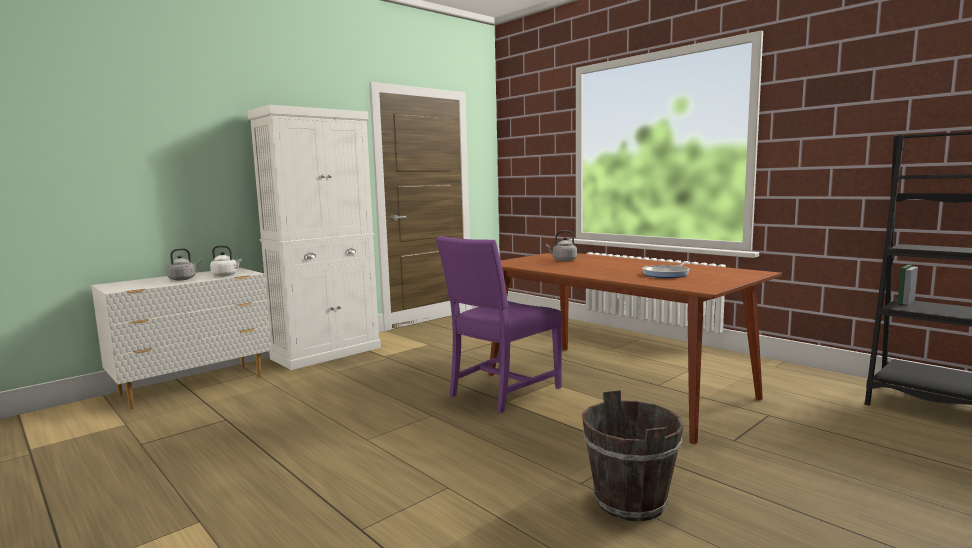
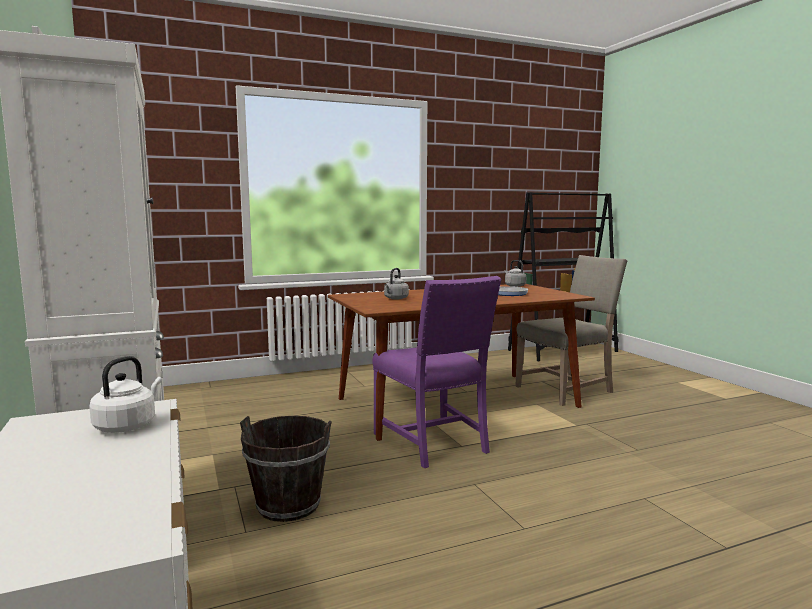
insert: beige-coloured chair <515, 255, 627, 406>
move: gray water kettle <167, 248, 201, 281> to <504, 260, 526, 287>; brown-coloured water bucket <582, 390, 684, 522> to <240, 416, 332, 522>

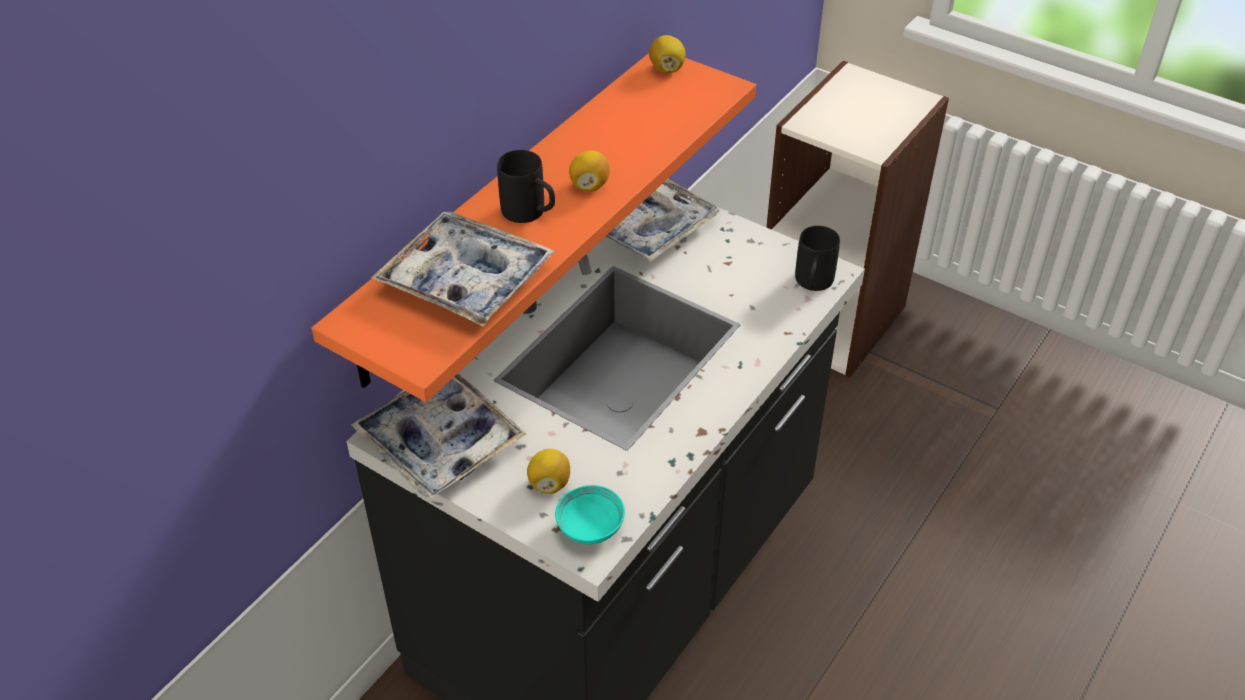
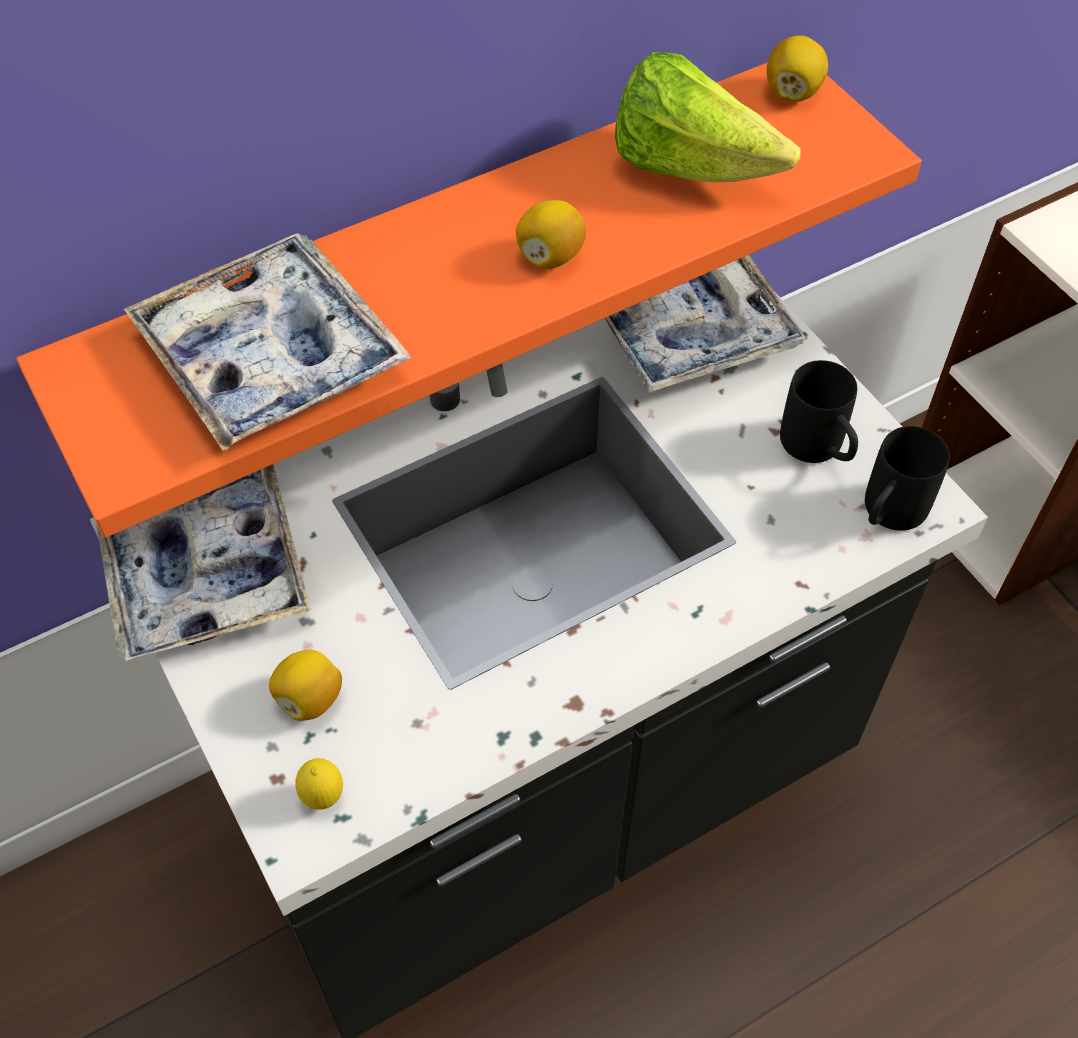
insert: head of lettuce <615, 52, 801, 182>
move: black tea mug <497, 150, 555, 223> to <780, 360, 858, 463>
replace: turquoise serving bowl <555, 485, 625, 545> to citrus fruit <295, 758, 343, 810>

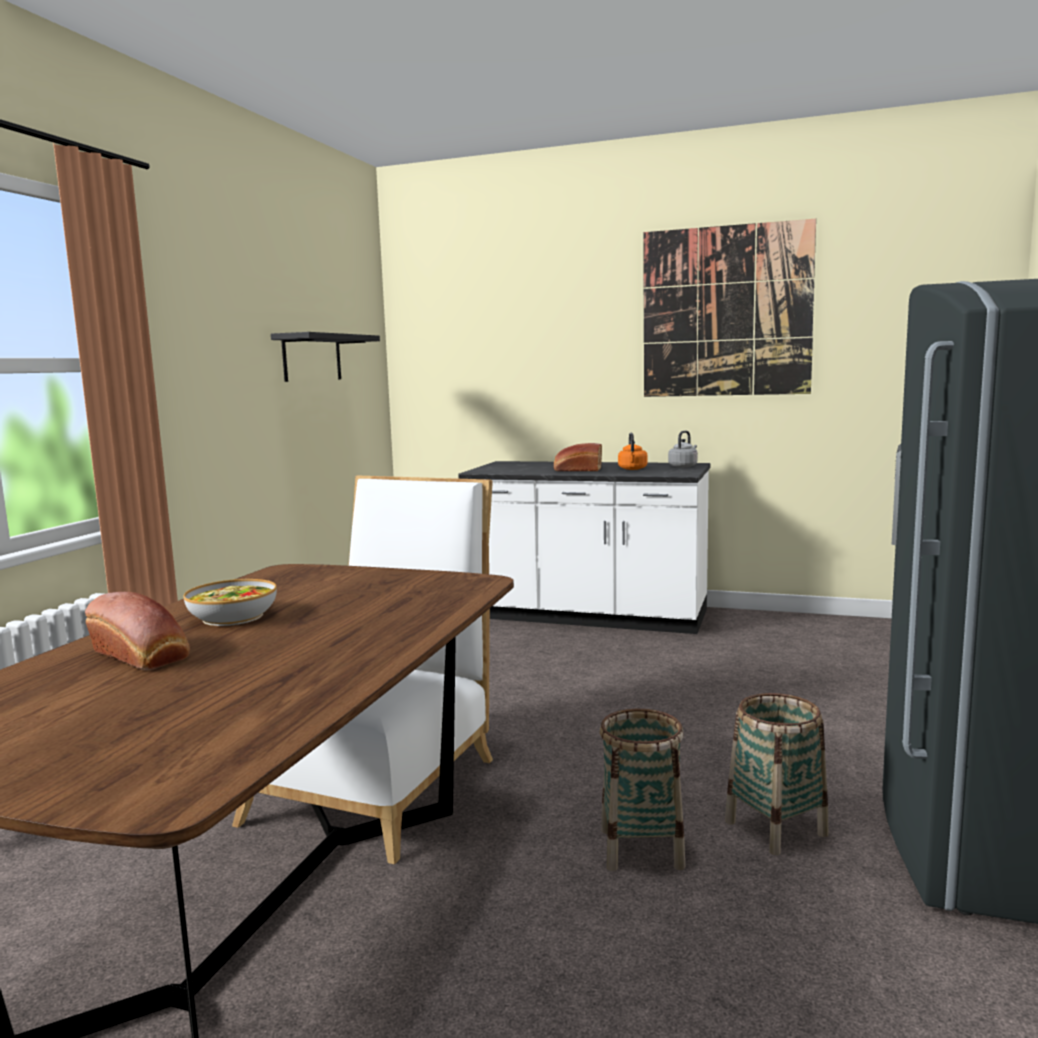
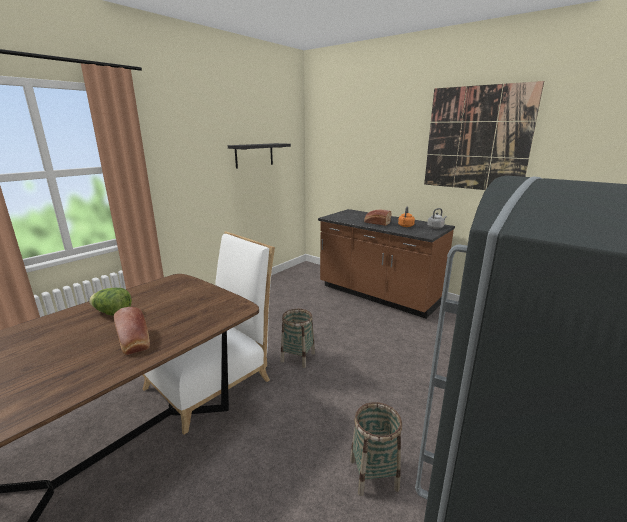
move: bread <85, 592, 190, 670> to <114, 307, 150, 355>; storage basket <600, 709, 685, 871> to <281, 309, 315, 368>
replace: serving bowl <183, 579, 277, 626> to head of lettuce <89, 288, 132, 315>
recolor: whitish counter <458, 461, 710, 634> to brown-coloured counter <318, 209, 455, 319>

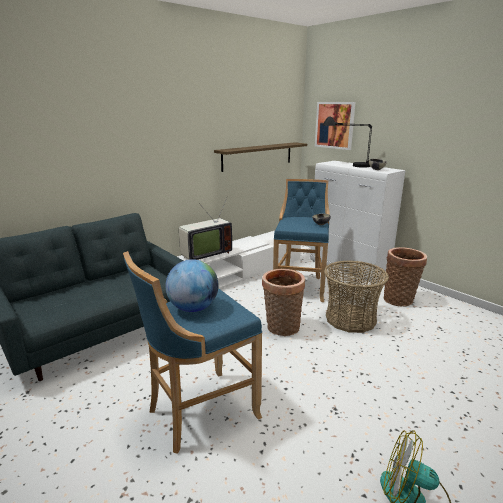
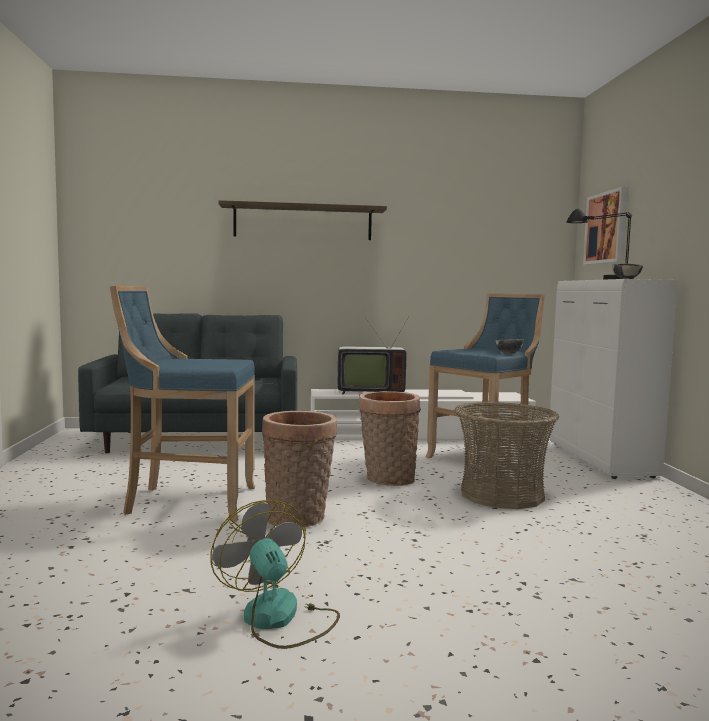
delete: globe <166, 259, 219, 312>
move: wall shelf <214, 142, 307, 172> to <218, 200, 387, 240>; storage basket <384, 247, 427, 307> to <262, 411, 337, 528>

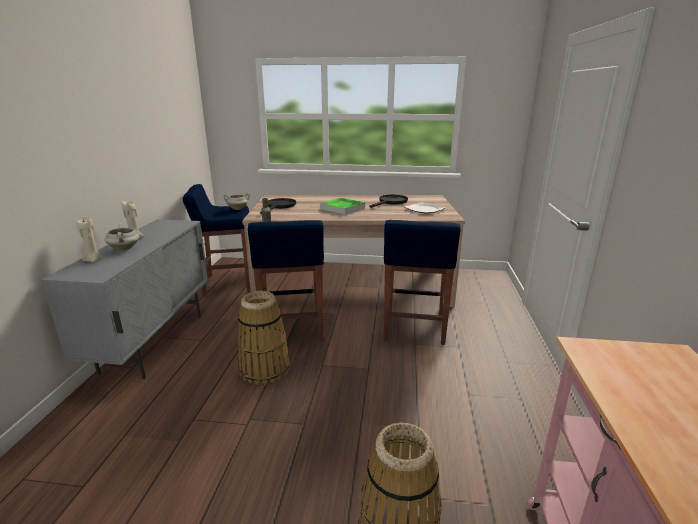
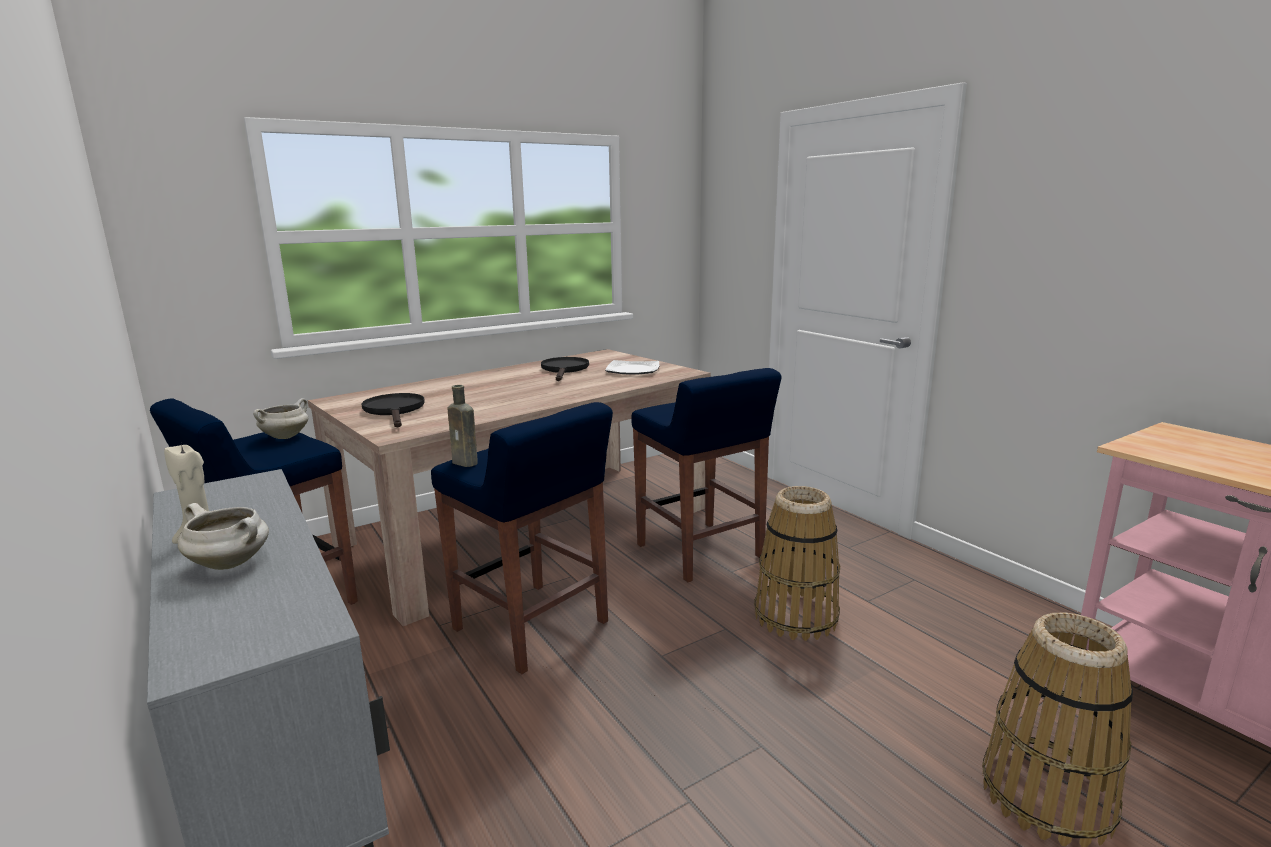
delete: beige-coloured candle <76, 216, 102, 262>; serving tray <320, 198, 365, 215>
move: storage basket <237, 291, 290, 385> to <754, 486, 840, 641>

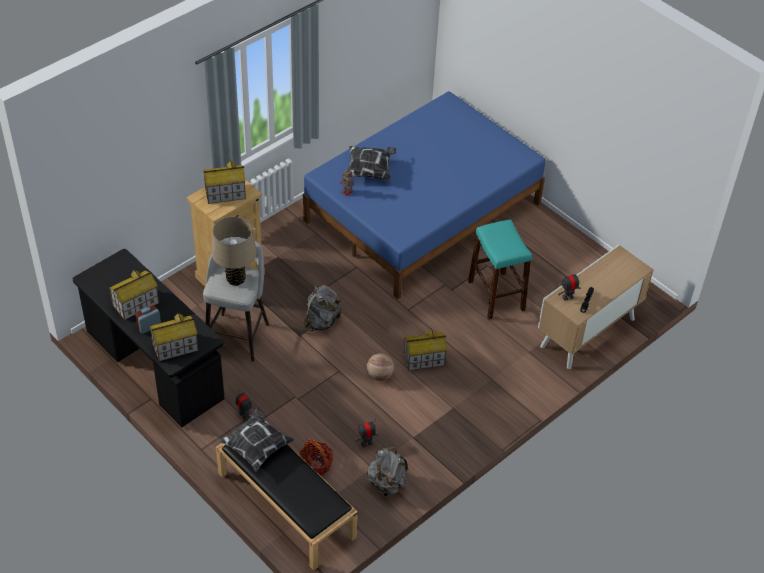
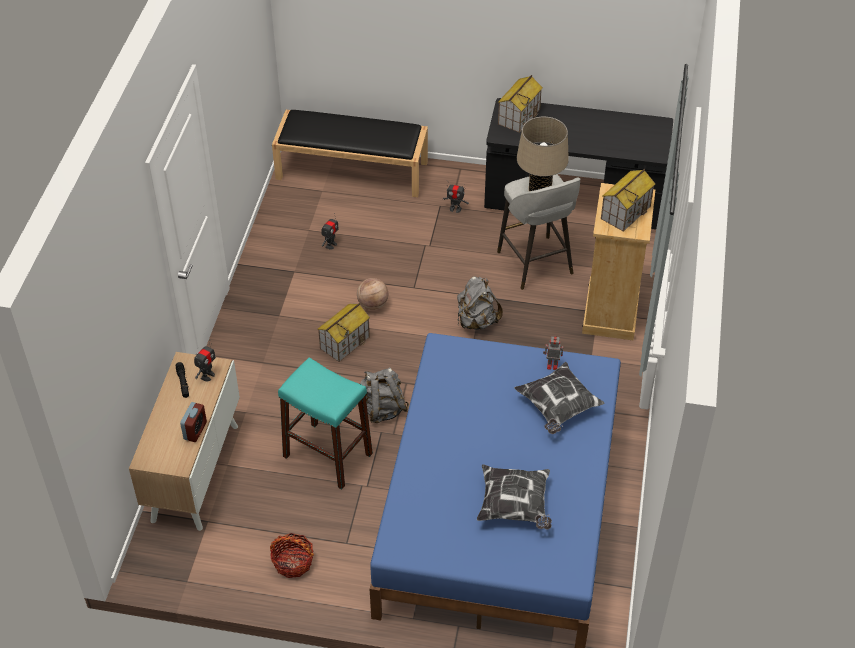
delete: toy house <109, 269, 159, 320>
move: bedside clock <135, 305, 161, 334> to <180, 402, 207, 442>; throw pillow <219, 407, 294, 471> to <477, 464, 552, 529>; storage basket <300, 439, 333, 476> to <270, 533, 314, 578>; gray knapsack <367, 447, 408, 496> to <359, 368, 409, 423>

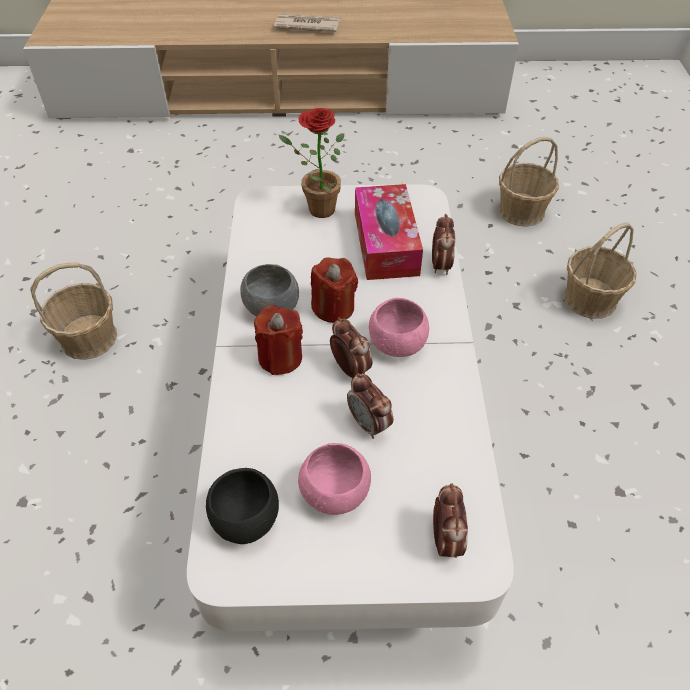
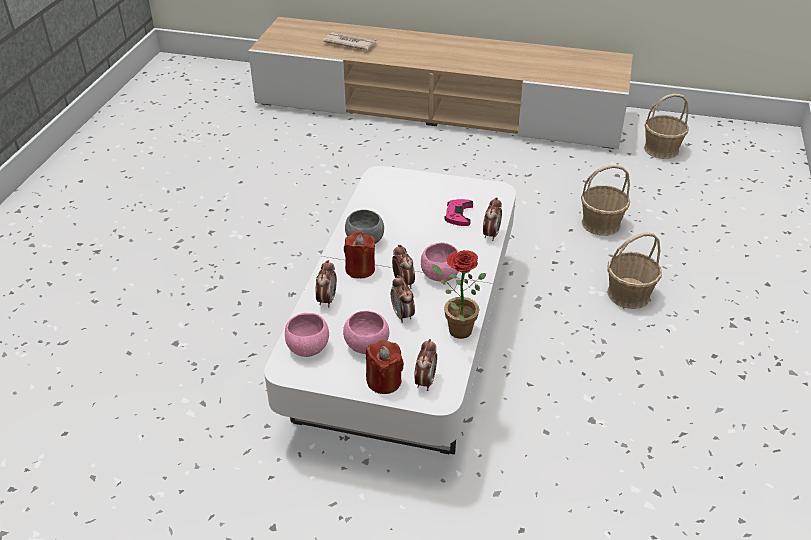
insert: bedside clock <315, 260, 337, 308>
move: storage basket <30, 263, 117, 360> to <644, 94, 689, 159>; newspaper <274, 13, 341, 32> to <323, 32, 377, 50>; potted plant <279, 108, 344, 218> to <432, 250, 486, 339>; red candle <311, 257, 358, 323> to <366, 340, 404, 394>
replace: box of tissues <355, 184, 423, 280> to pink-coloured gamepad <444, 199, 473, 226>
recolor: black serving bowl <206, 468, 279, 544> to pink-coloured serving bowl <285, 313, 329, 357>

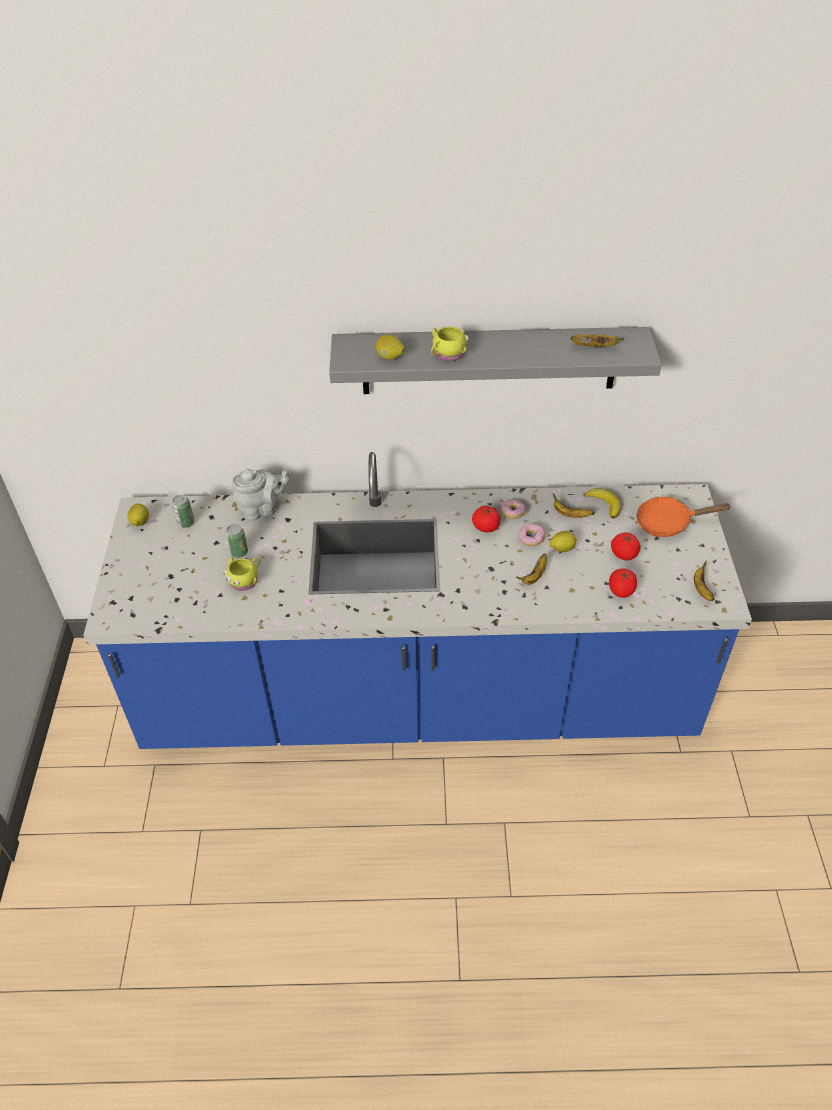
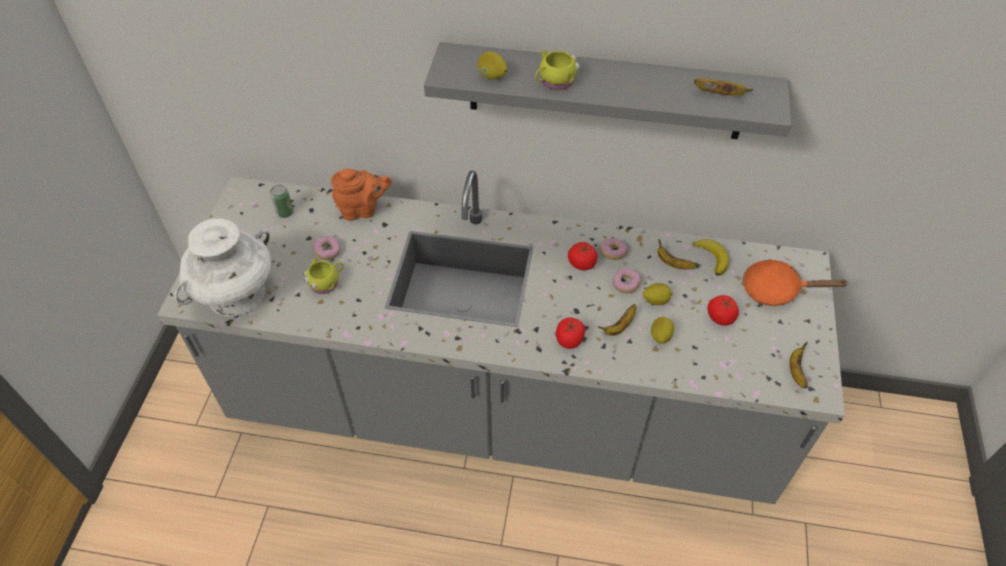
insert: whitish vase <174, 218, 271, 316>
move: citrus fruit <127, 504, 149, 526> to <651, 317, 674, 344>; tomato <609, 569, 637, 598> to <556, 317, 585, 349>
replace: can <226, 524, 248, 558> to doughnut <313, 236, 341, 260>
recolor: blue counter <83, 452, 752, 749> to gray counter <157, 170, 845, 504>; gray teapot <232, 469, 290, 521> to orange-coloured teapot <331, 168, 392, 220>

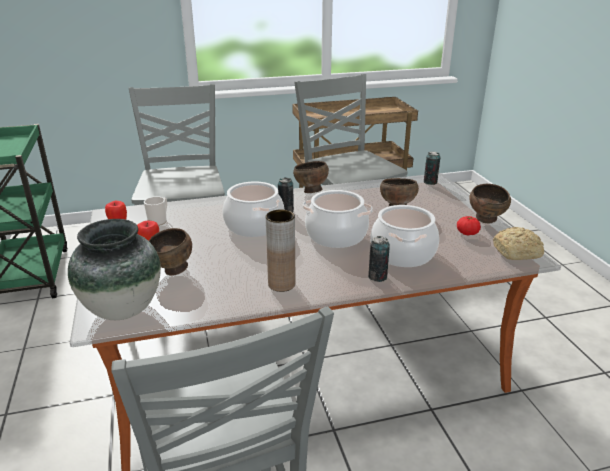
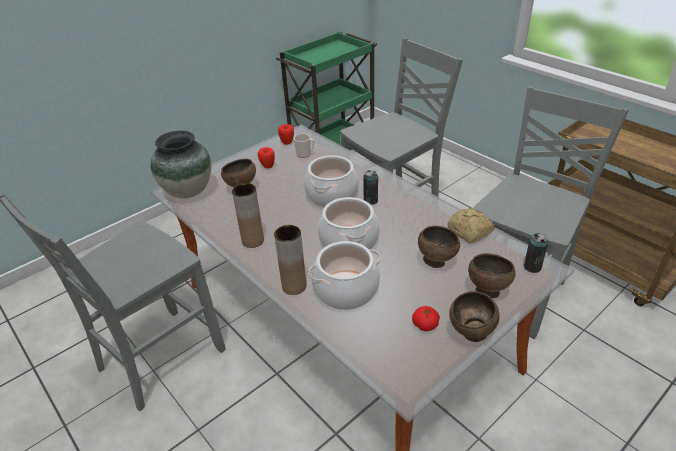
move: brown-coloured serving bowl <293, 161, 329, 193> to <468, 253, 516, 298>; bread <493, 227, 544, 260> to <448, 208, 495, 243>
replace: can <368, 236, 390, 282> to brown-coloured vase <274, 225, 306, 295>

